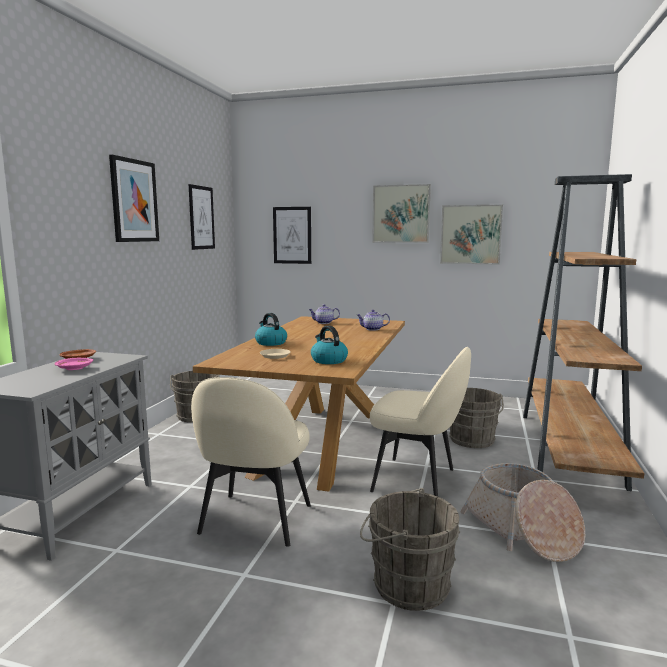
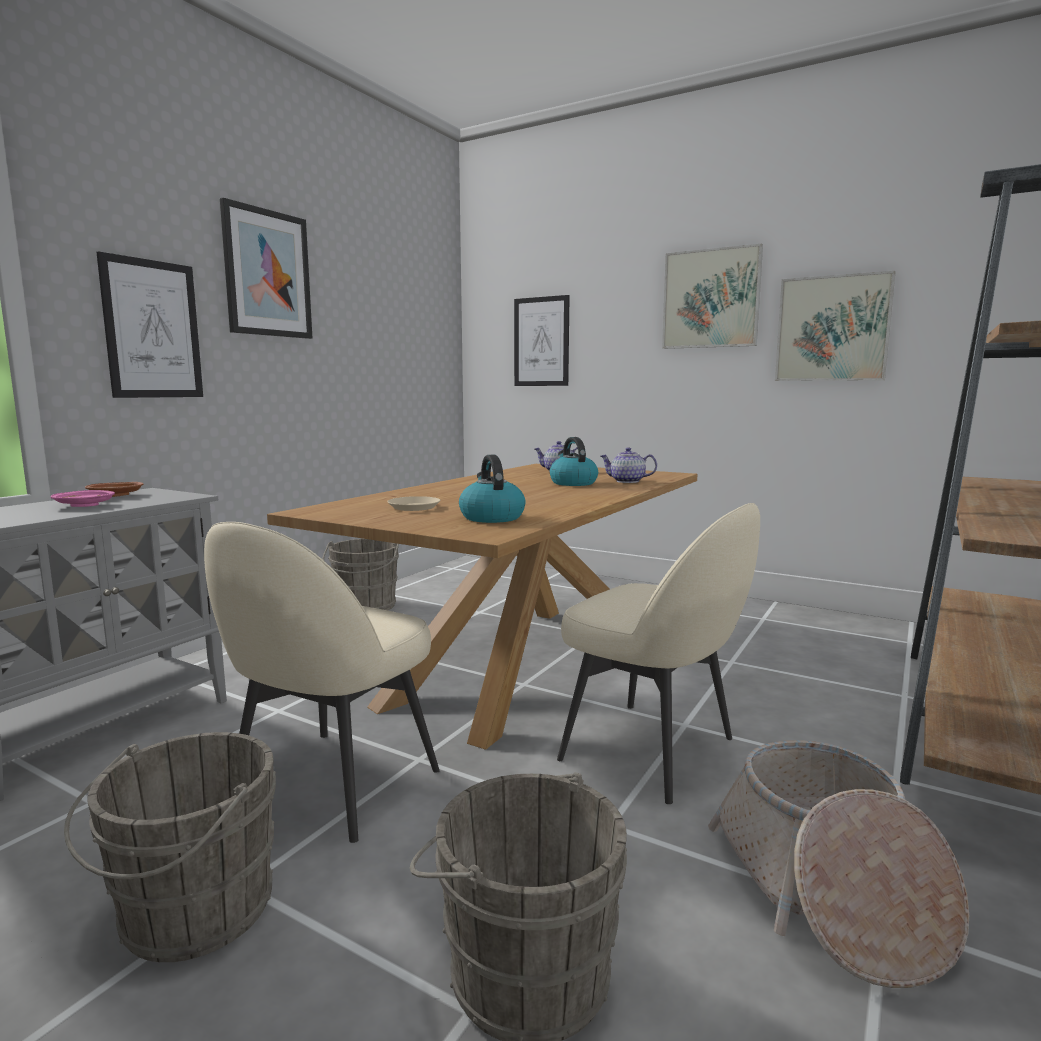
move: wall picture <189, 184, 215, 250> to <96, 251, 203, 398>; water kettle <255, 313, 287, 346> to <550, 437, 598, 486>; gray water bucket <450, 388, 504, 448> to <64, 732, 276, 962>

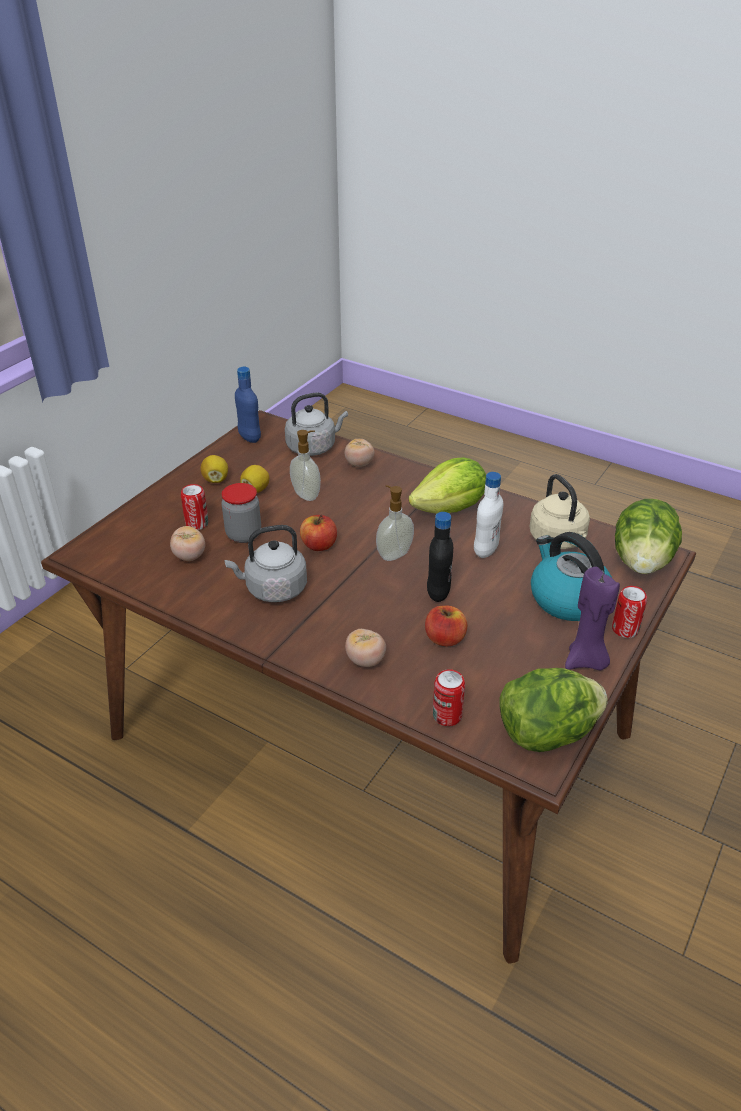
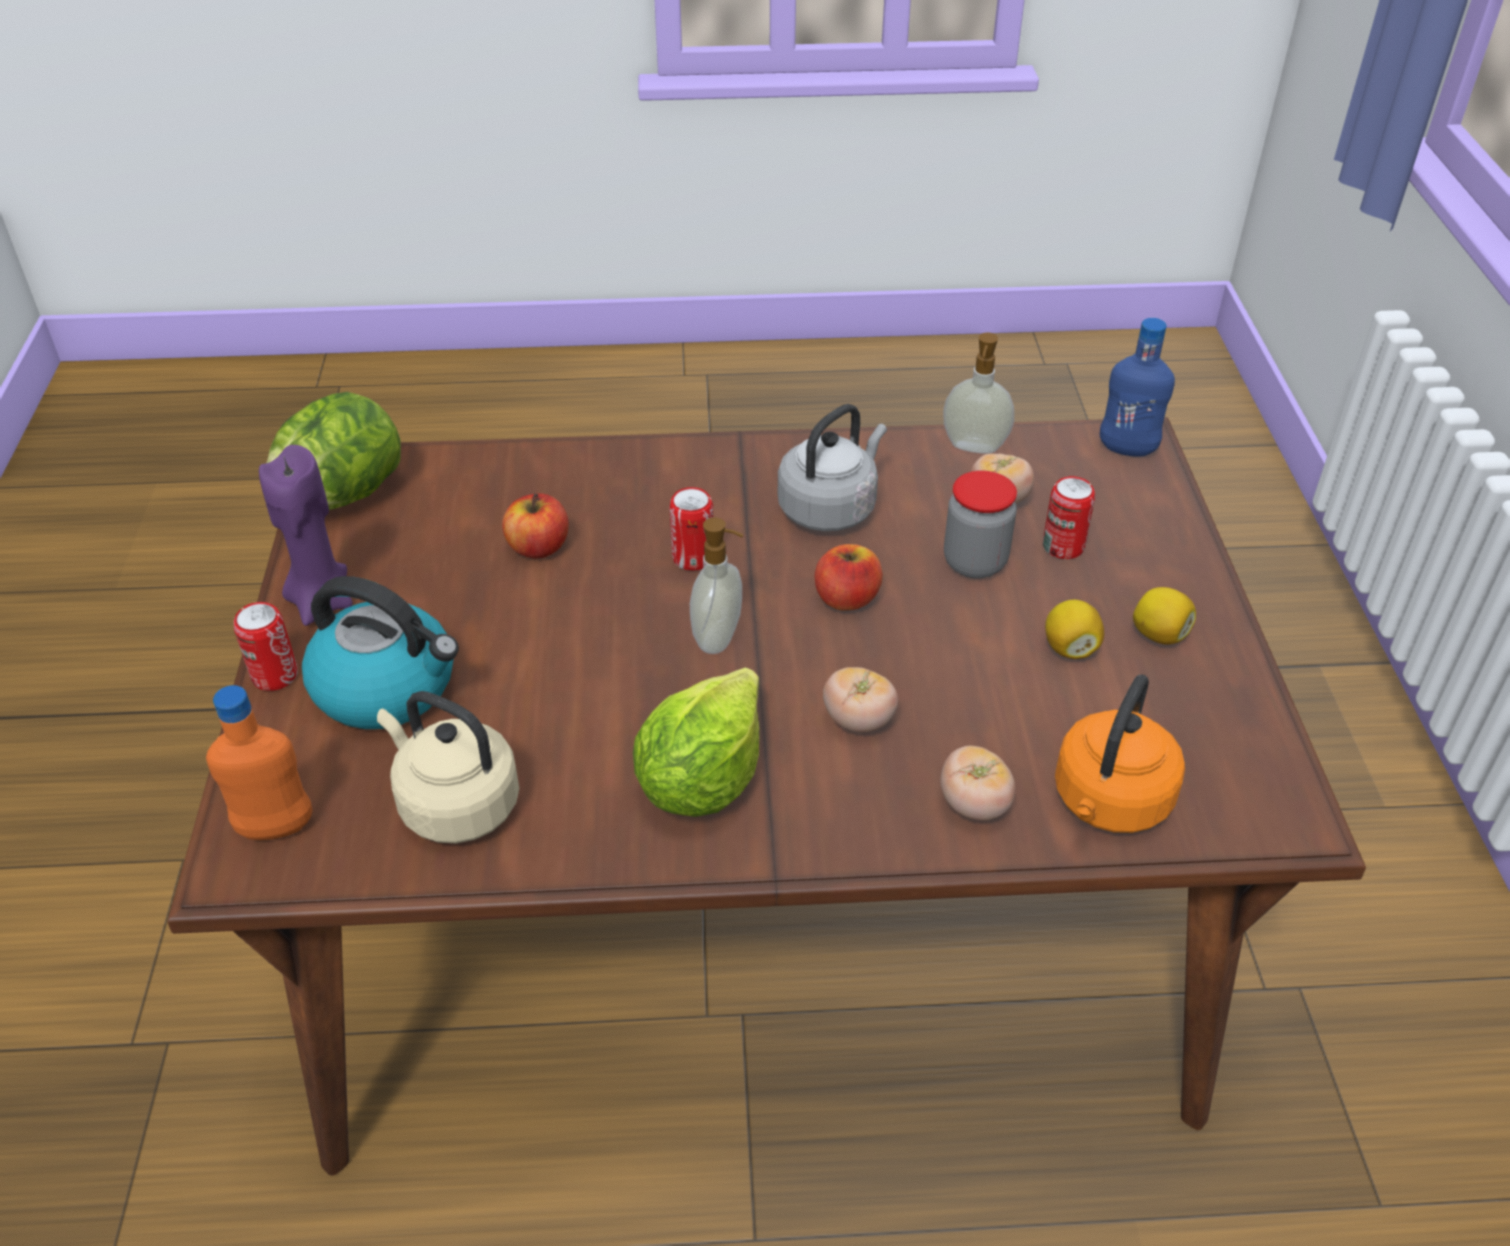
delete: black bottle <427, 512, 453, 602>; whitish bottle <474, 472, 503, 558>
move: blue bottle <235, 367, 261, 443> to <1100, 318, 1175, 457>; soap dispenser <290, 430, 321, 501> to <943, 332, 1014, 454>; tomato <345, 629, 386, 667> to <823, 667, 898, 732>; can <433, 669, 465, 726> to <669, 487, 713, 571>
replace: head of lettuce <615, 499, 682, 574> to orange-coloured bottle <206, 685, 312, 840>
recolor: gray water kettle <285, 392, 348, 456> to orange-coloured water kettle <1055, 674, 1185, 833>

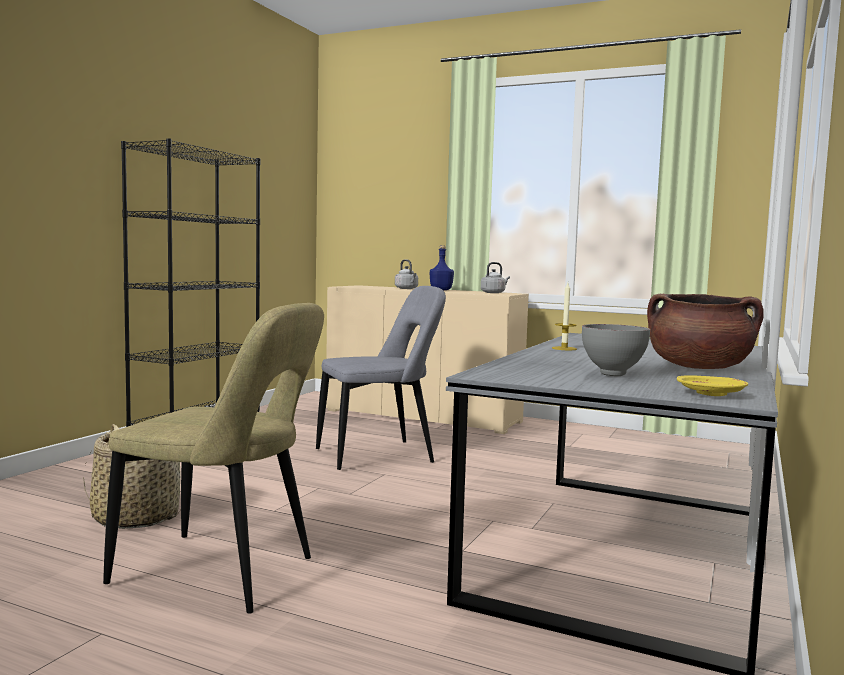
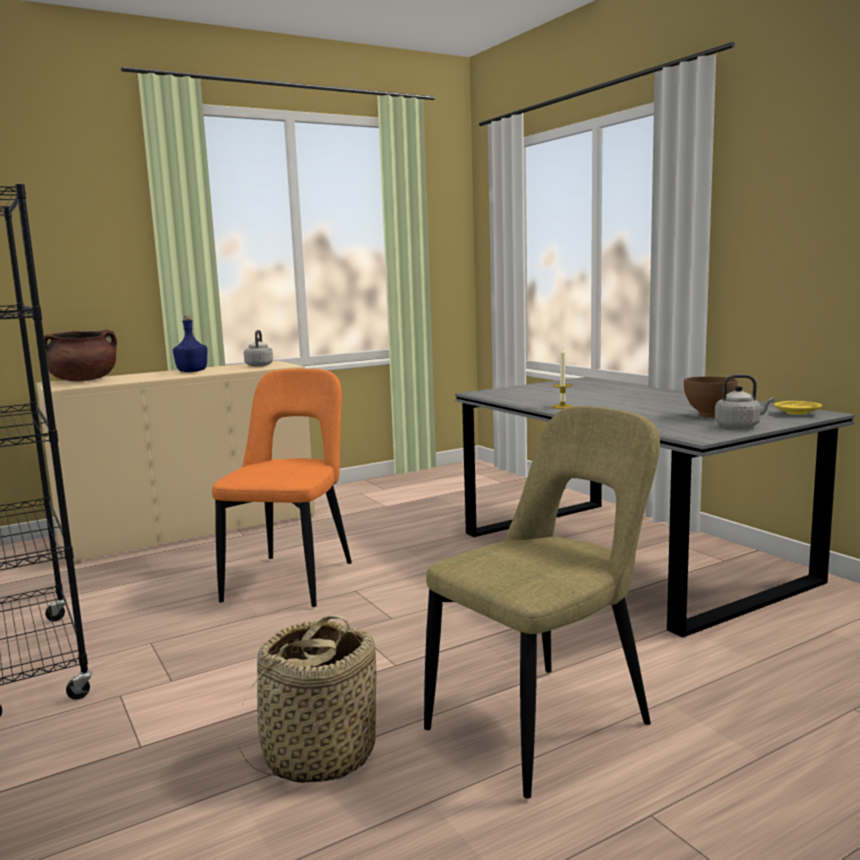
move: gray water kettle <395, 259, 418, 289> to <715, 374, 774, 429>; brown-coloured cooking pot <647, 294, 764, 369> to <44, 330, 117, 381>
recolor: gray chair <316, 286, 446, 470> to orange-coloured chair <212, 369, 352, 607>; gray serving bowl <582, 324, 650, 376> to brown-coloured serving bowl <684, 376, 738, 418>

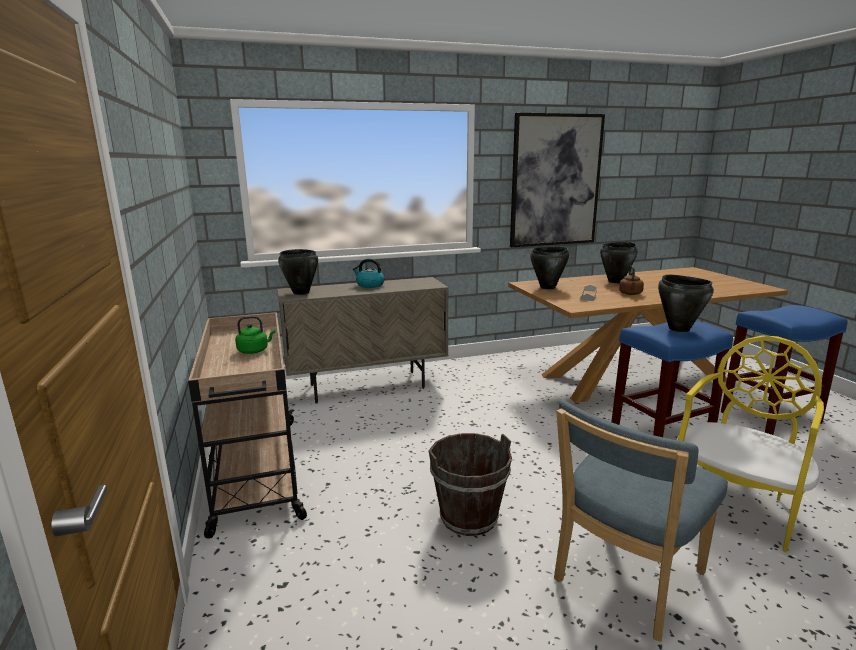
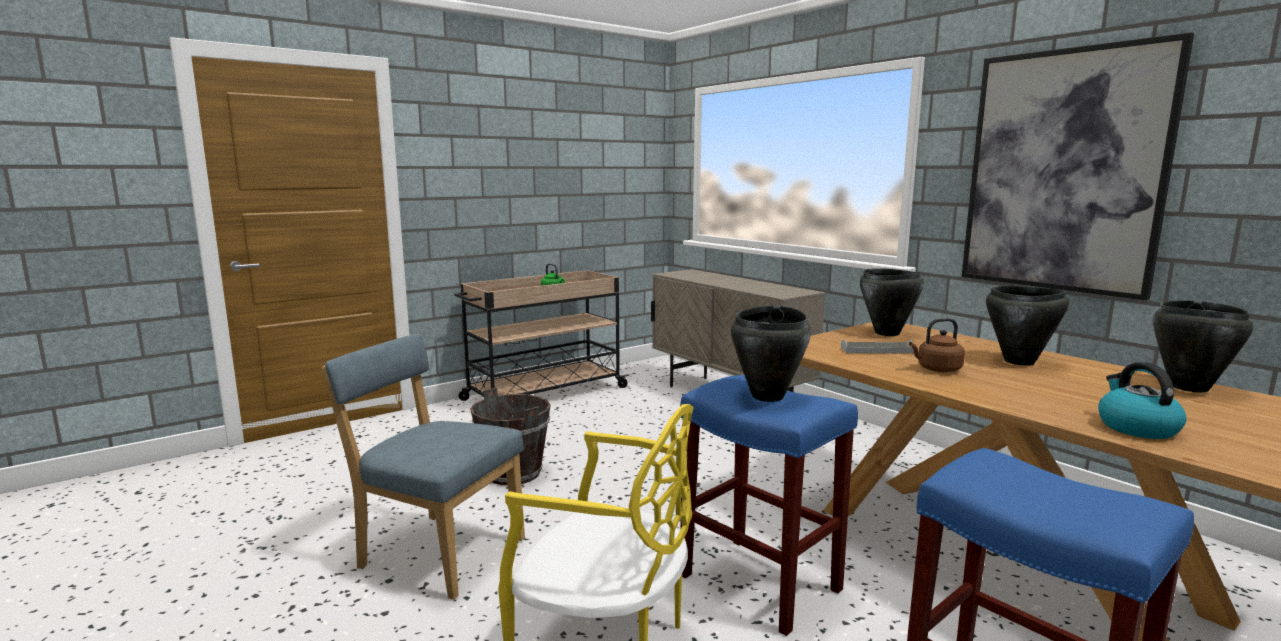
move: black cooking pot <278, 249, 318, 295> to <1153, 300, 1253, 393>; water kettle <352, 259, 385, 288> to <1098, 362, 1187, 439>

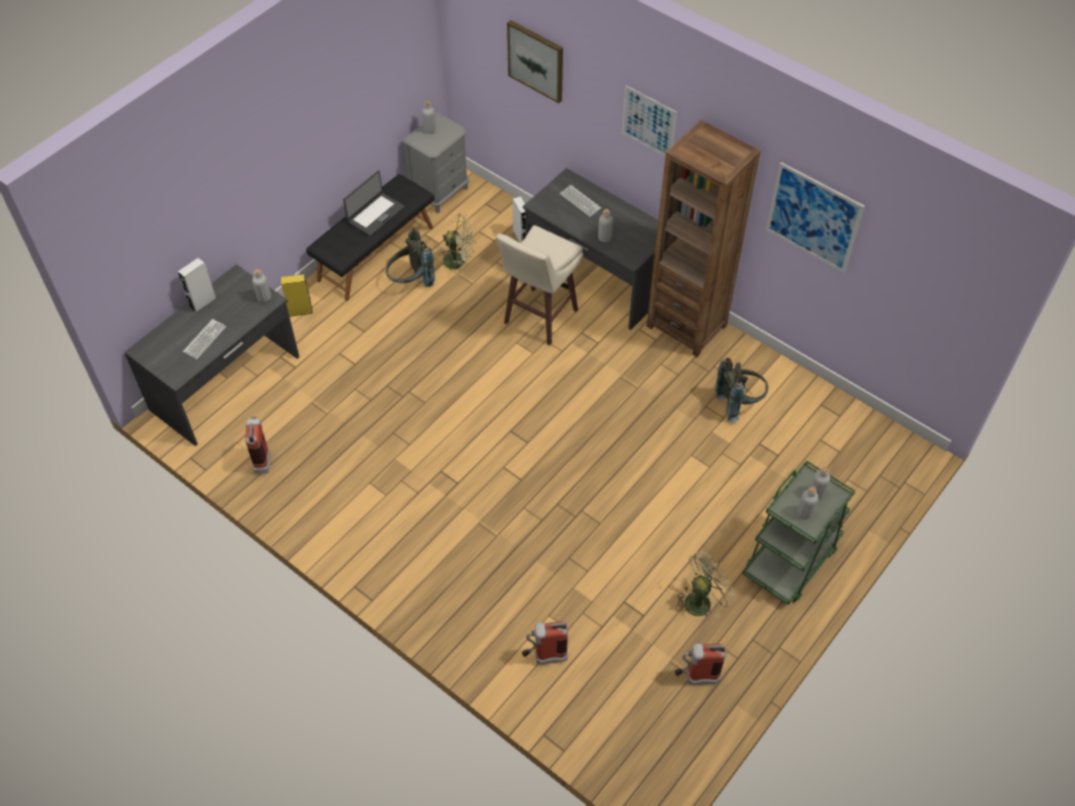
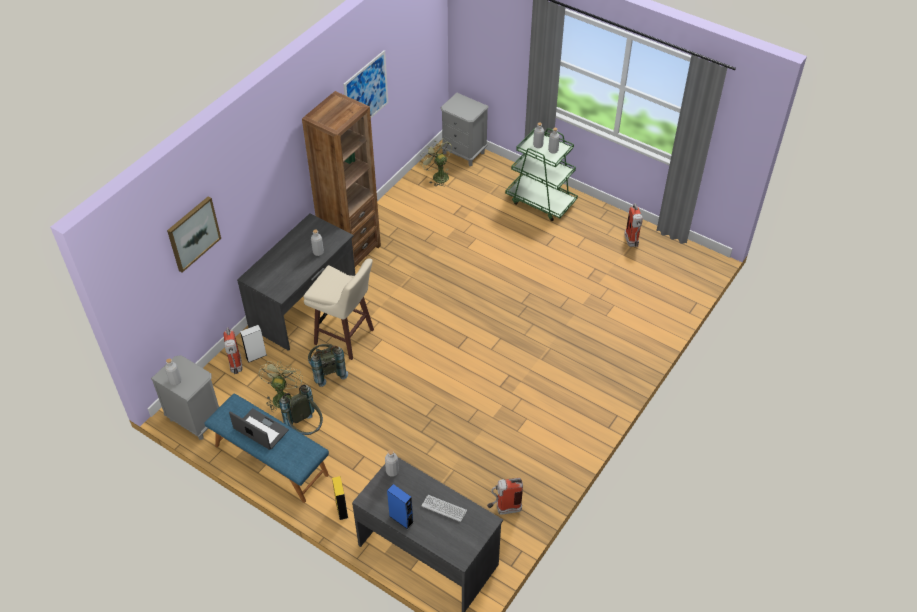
delete: computer keyboard <560, 185, 601, 217>; wall picture <622, 85, 677, 156>
insert: gray bedside table <441, 93, 489, 166>
move: fire extinguisher <522, 621, 568, 665> to <224, 327, 243, 374>; green fan <675, 551, 735, 617> to <421, 138, 452, 187>; gray knapsack <715, 358, 768, 422> to <308, 344, 348, 387>
recolor: whitish audio speaker <178, 258, 217, 313> to blue audio speaker <387, 484, 413, 530>; black bench <306, 174, 435, 301> to blue bench <204, 394, 329, 503>

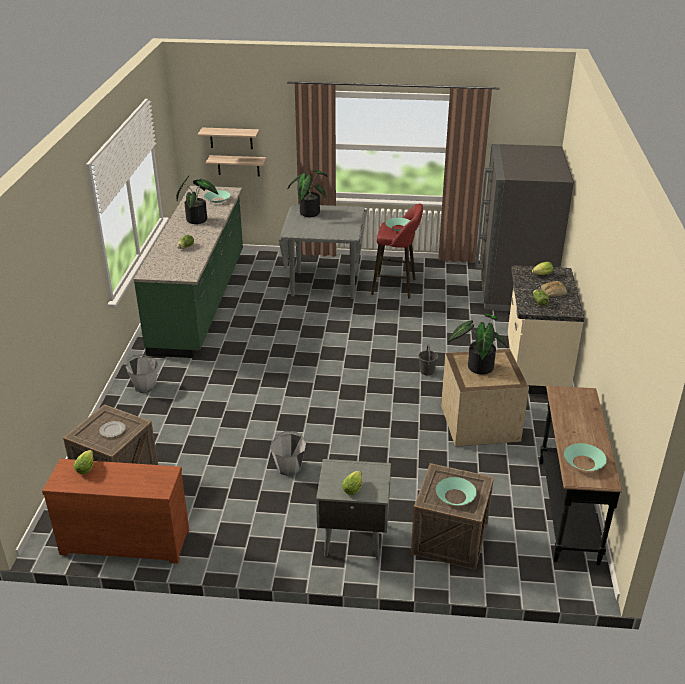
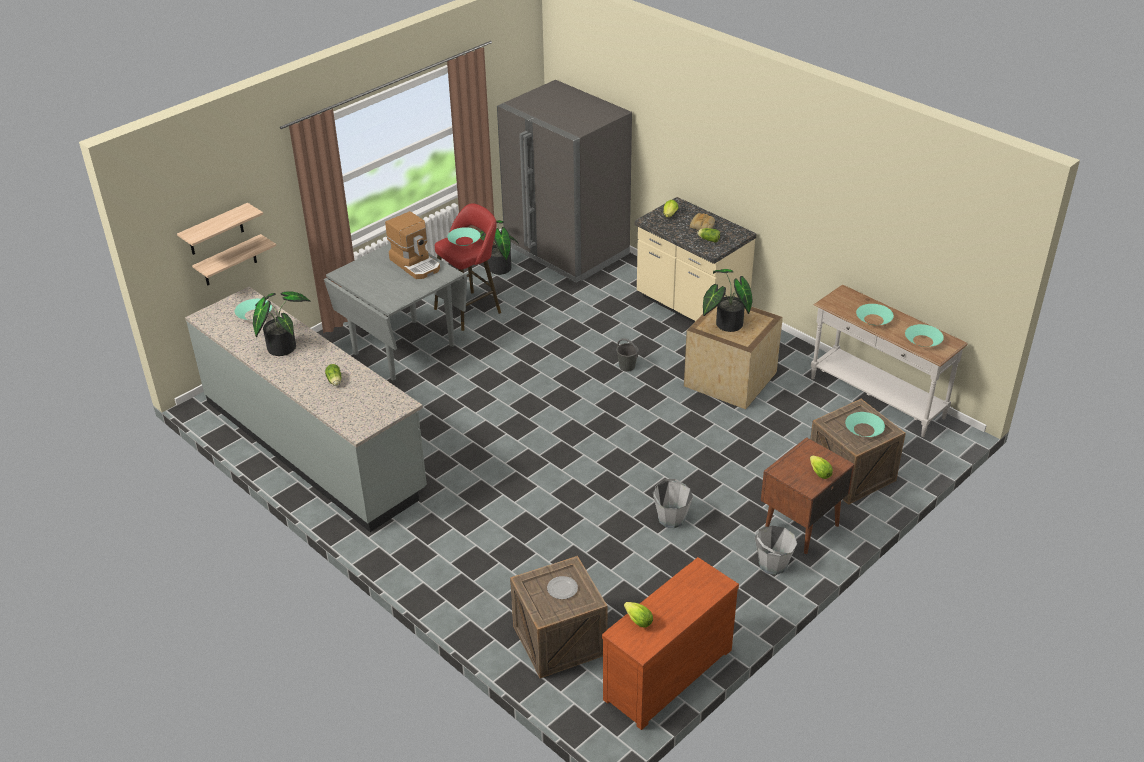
insert: coffee maker <385, 211, 440, 279>; turquoise serving bowl <856, 304, 894, 325>
move: gray water bucket <126, 354, 158, 393> to <755, 526, 797, 575>; potted plant <288, 170, 327, 217> to <480, 220, 519, 275>
recolor: green counter <134, 186, 243, 358> to gray counter <185, 287, 427, 532>; gray bedside table <316, 459, 391, 560> to brown-coloured bedside table <761, 437, 854, 554>; black hall table <540, 386, 622, 566> to whitish hall table <811, 285, 968, 437>

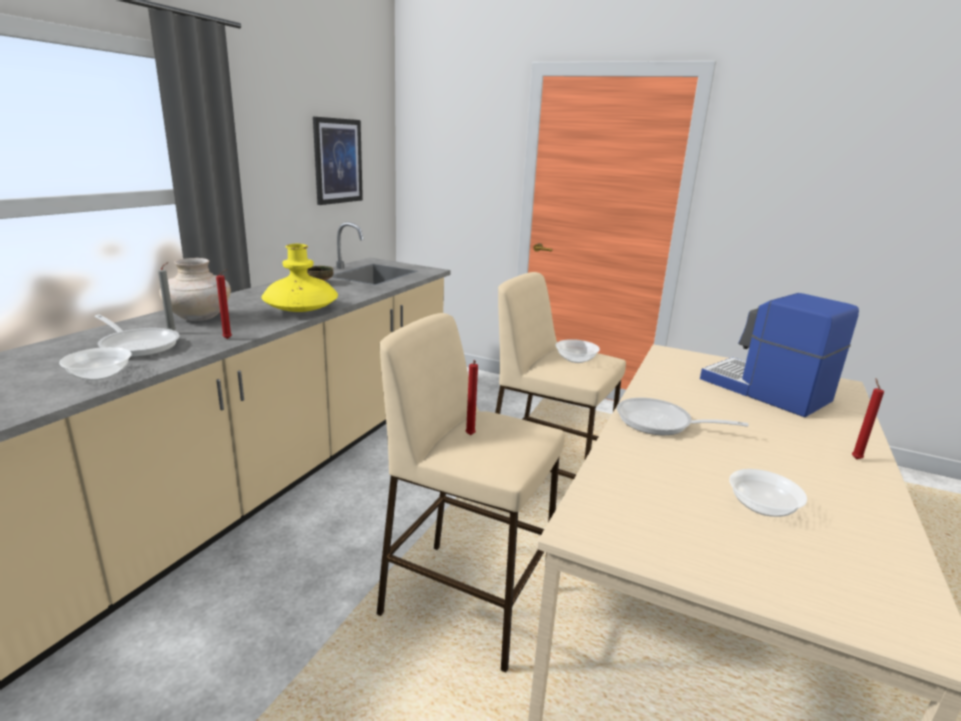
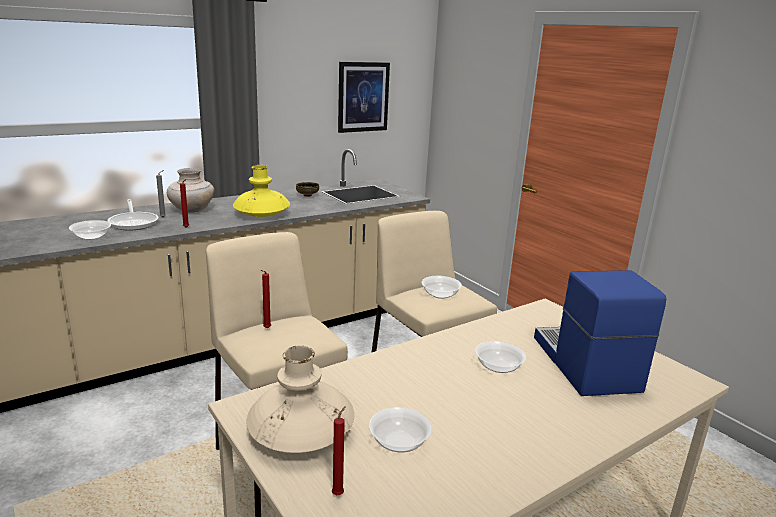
delete: frying pan <617, 398, 749, 435>
insert: beige-coloured vase <246, 345, 354, 453>; serving bowl <475, 341, 526, 373>
move: red candle <852, 378, 884, 459> to <332, 406, 346, 495>

